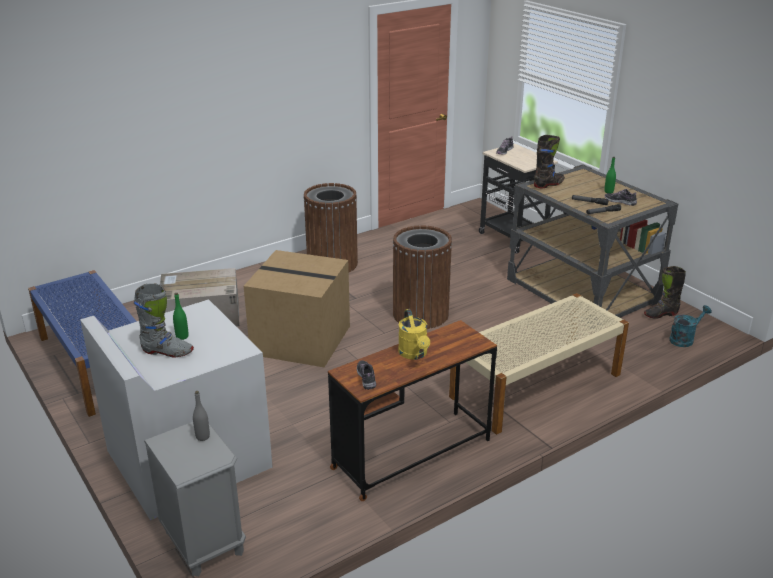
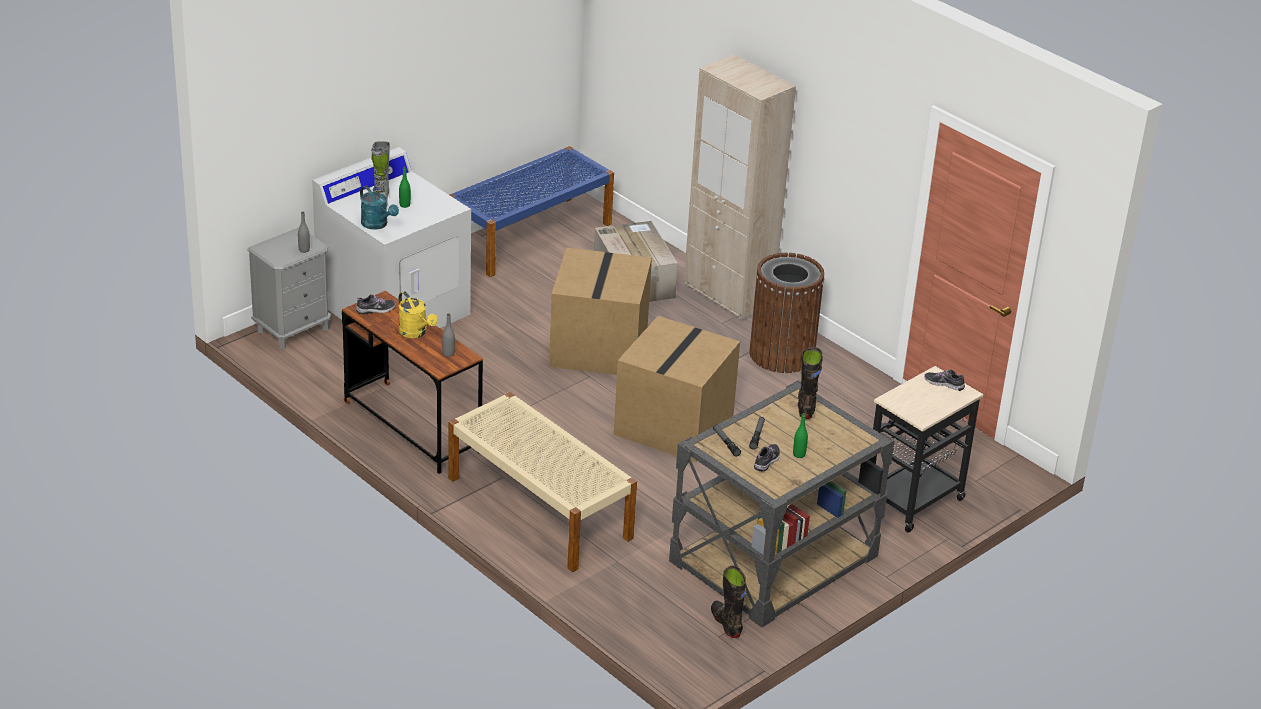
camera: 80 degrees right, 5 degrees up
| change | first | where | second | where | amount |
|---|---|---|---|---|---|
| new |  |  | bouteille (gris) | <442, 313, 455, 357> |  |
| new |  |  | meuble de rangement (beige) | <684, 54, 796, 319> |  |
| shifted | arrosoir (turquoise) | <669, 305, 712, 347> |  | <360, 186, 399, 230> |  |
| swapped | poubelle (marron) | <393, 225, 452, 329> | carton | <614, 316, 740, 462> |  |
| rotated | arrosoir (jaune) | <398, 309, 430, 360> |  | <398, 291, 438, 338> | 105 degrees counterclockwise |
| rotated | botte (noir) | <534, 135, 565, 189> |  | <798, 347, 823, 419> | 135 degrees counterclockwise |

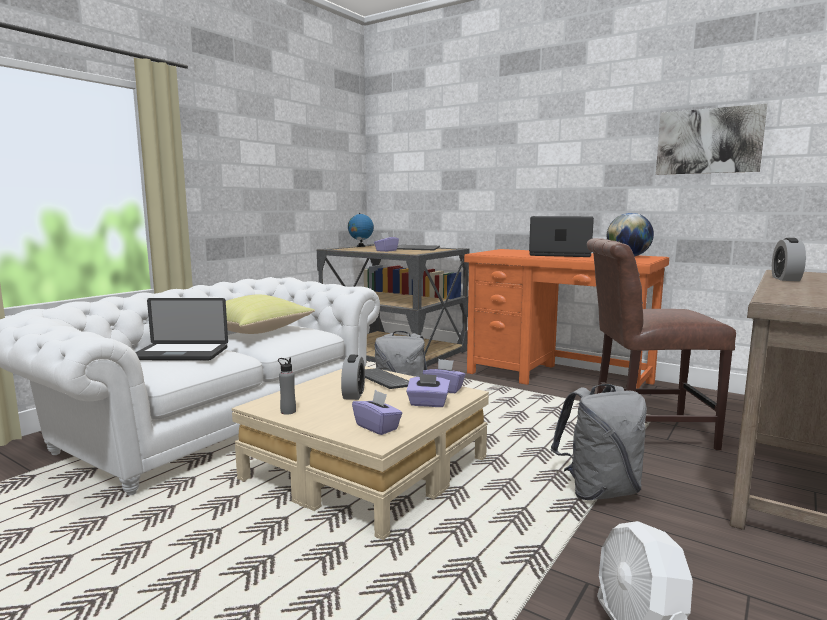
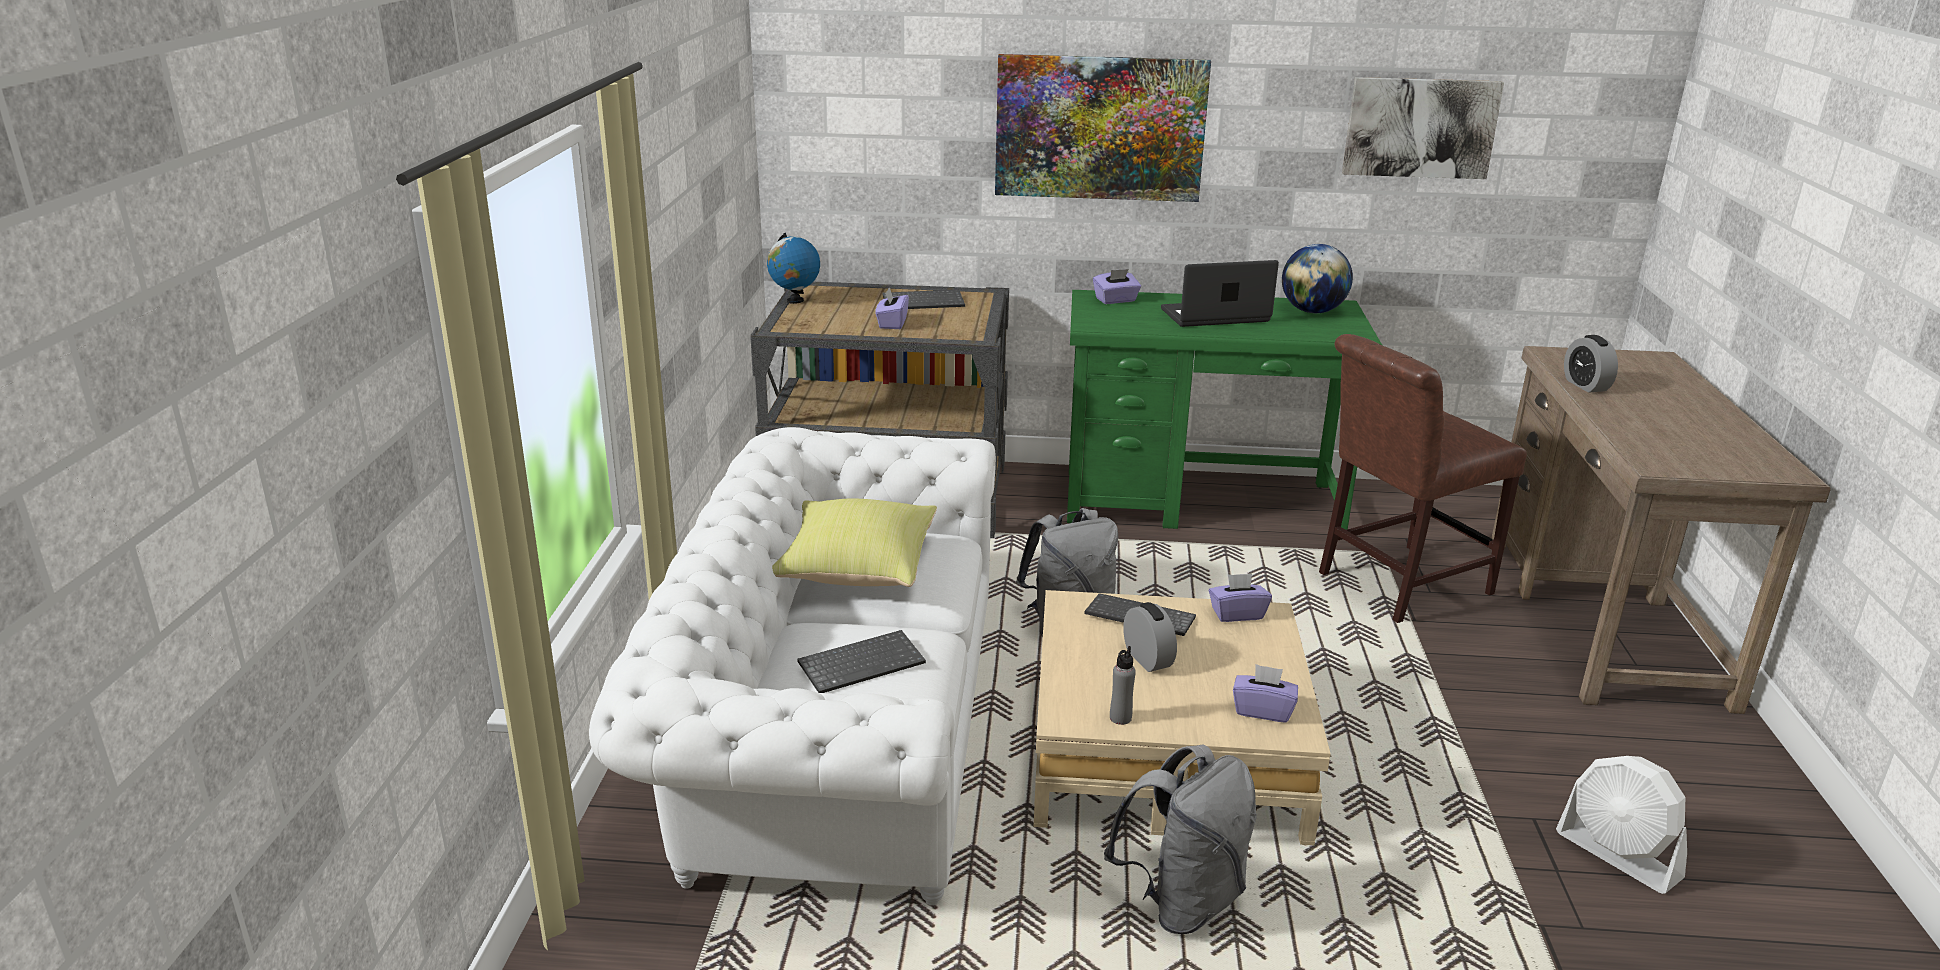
camera: 30 degrees left, 15 degrees up
| change | first | where | second | where | amount |
|---|---|---|---|---|---|
| new |  |  | tableau | <995, 54, 1211, 202> |  |
| shifted | boîte à mouchoirs (violet) | <406, 374, 450, 407> |  | <1093, 269, 1141, 304> |  |
| shifted | sac à dos (gris) | <551, 384, 647, 500> |  | <1104, 744, 1257, 934> |  |
| swapped | ordinateur portable | <135, 298, 228, 360> | clavier | <797, 630, 926, 693> |  |
| repainted | bureau (orange) | <464, 249, 669, 388> | bureau (vert) | <1067, 290, 1382, 530> |  |

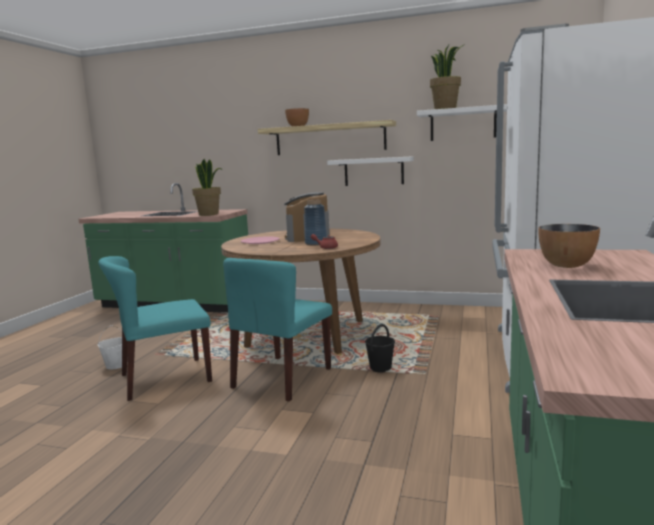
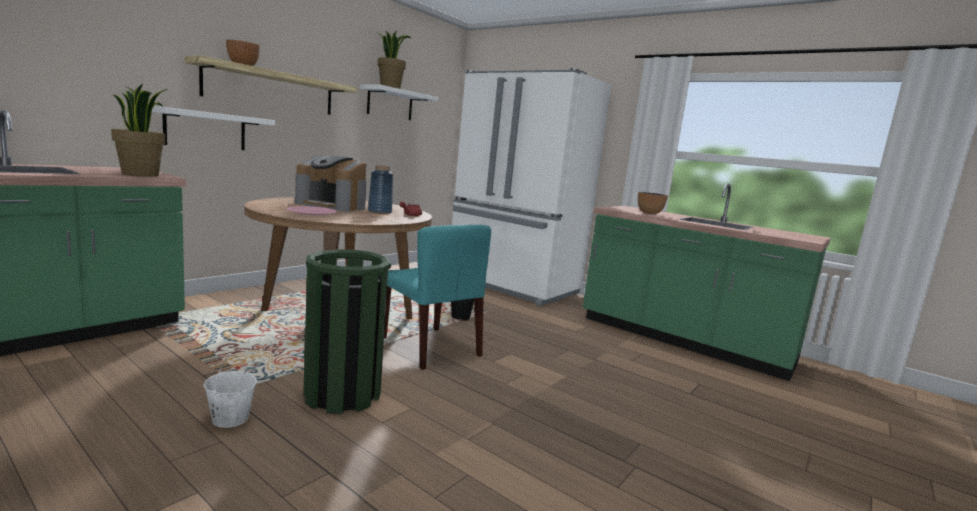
camera: 70 degrees left, 0 degrees up
| change | first | where | second | where | amount |
|---|---|---|---|---|---|
| shifted | étagère (blanc) | <327, 156, 414, 186> |  | <152, 106, 275, 150> |  |
| swapped | chaise (turquoise) | <98, 256, 212, 401> | poubelle (vert) | <303, 249, 391, 414> |  |

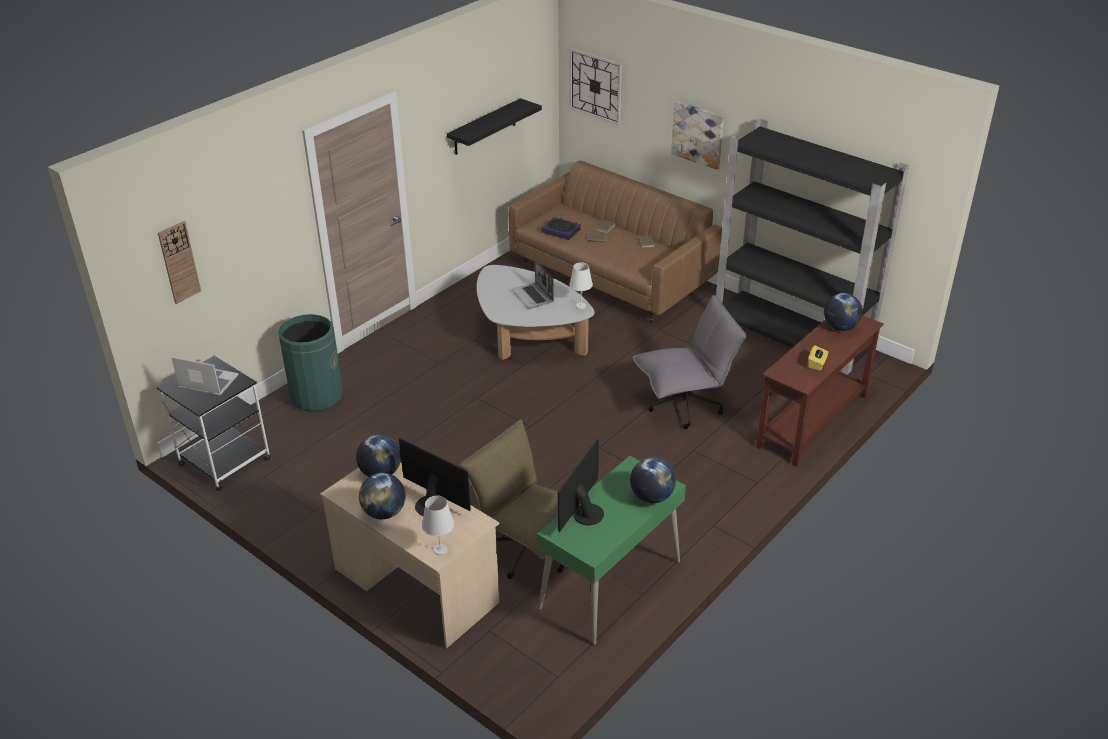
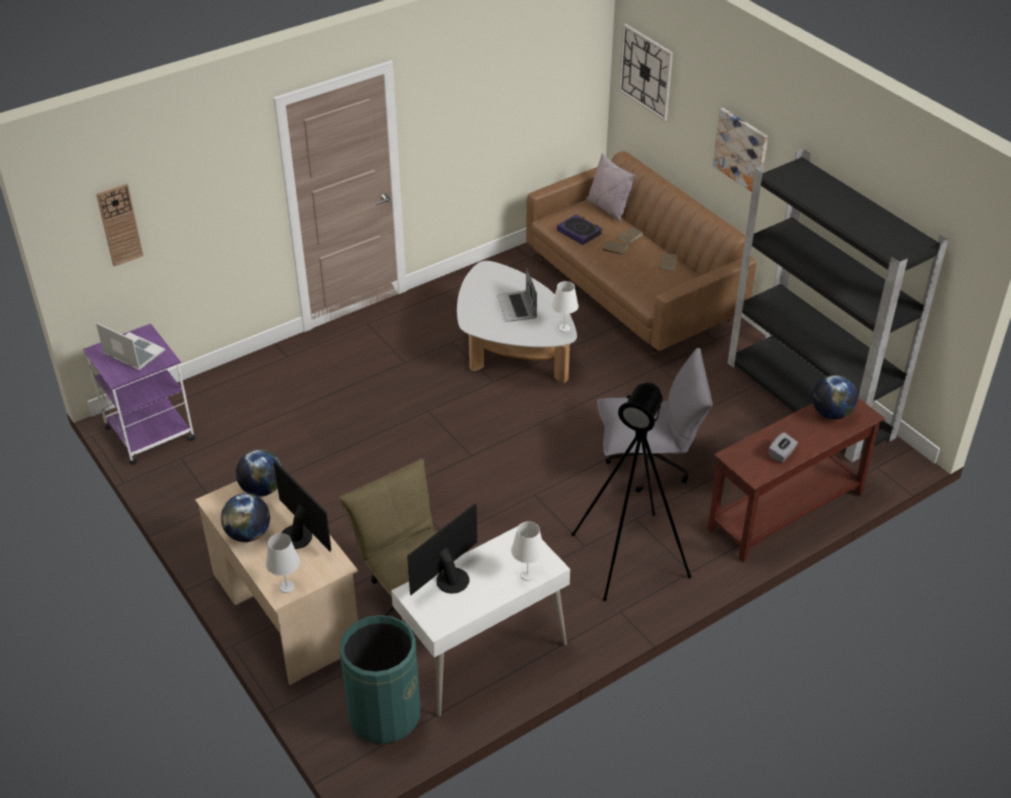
camera: 15 degrees right, 5 degrees up
| change | first | where | second | where | amount |
|---|---|---|---|---|---|
| gone | étagère (noir) | <447, 98, 542, 155> |  |  |  |
| new |  |  | lampadaire (noir) | <571, 383, 691, 601> |  |
| new |  |  | coussin (violet) | <586, 153, 636, 222> |  |
| shifted | poubelle (vert) | <278, 314, 343, 412> |  | <340, 615, 420, 744> |  |
| swapped | globe | <630, 457, 676, 503> | lampe de table (blanc) | <511, 521, 545, 581> |  |
| repainted | chariot (noir) | <156, 356, 271, 491> | chariot (violet) | <83, 323, 196, 465> |  |
| repainted | bureau (vert) | <537, 456, 686, 645> | bureau (blanc) | <391, 526, 570, 716> |  |
| repainted | boîte à mouchoirs (jaune) | <808, 345, 828, 371> | boîte à mouchoirs (gris) | <769, 432, 798, 463> |  |

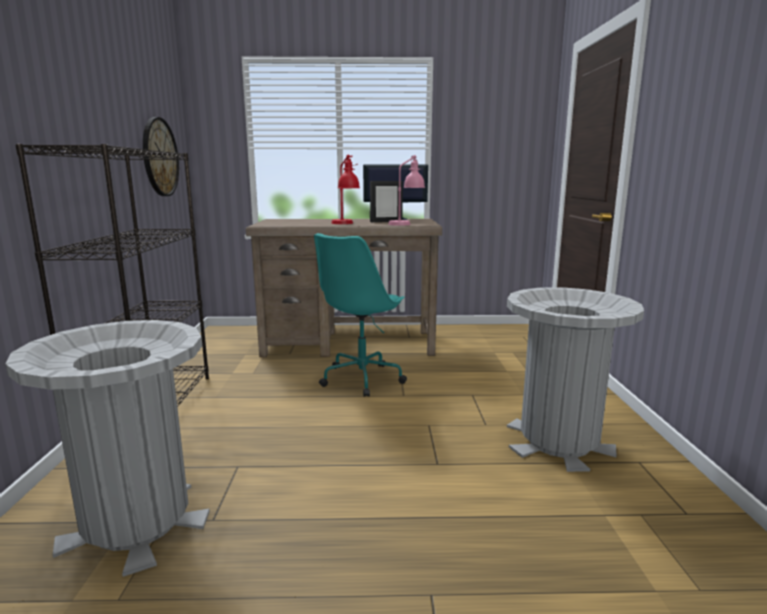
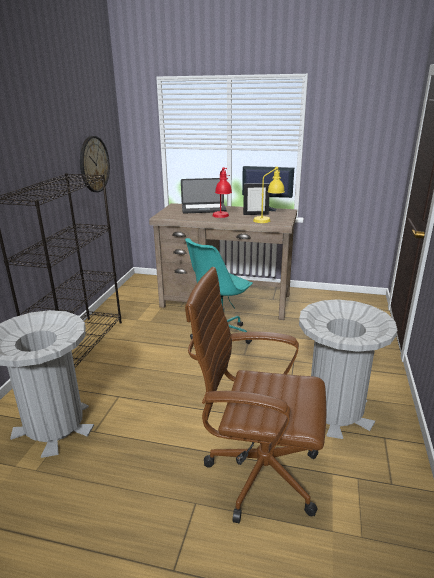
camera: 15 degrees right, 10 degrees up
| change | first | where | second | where | amount |
|---|---|---|---|---|---|
| new |  |  | ordinateur portable | <181, 178, 227, 214> |  |
| new |  |  | chaise de bureau (marron) | <185, 267, 326, 523> |  |
| repainted | lampe de table (rose) | <388, 155, 425, 226> | lampe de table (jaune) | <253, 167, 285, 223> |  |

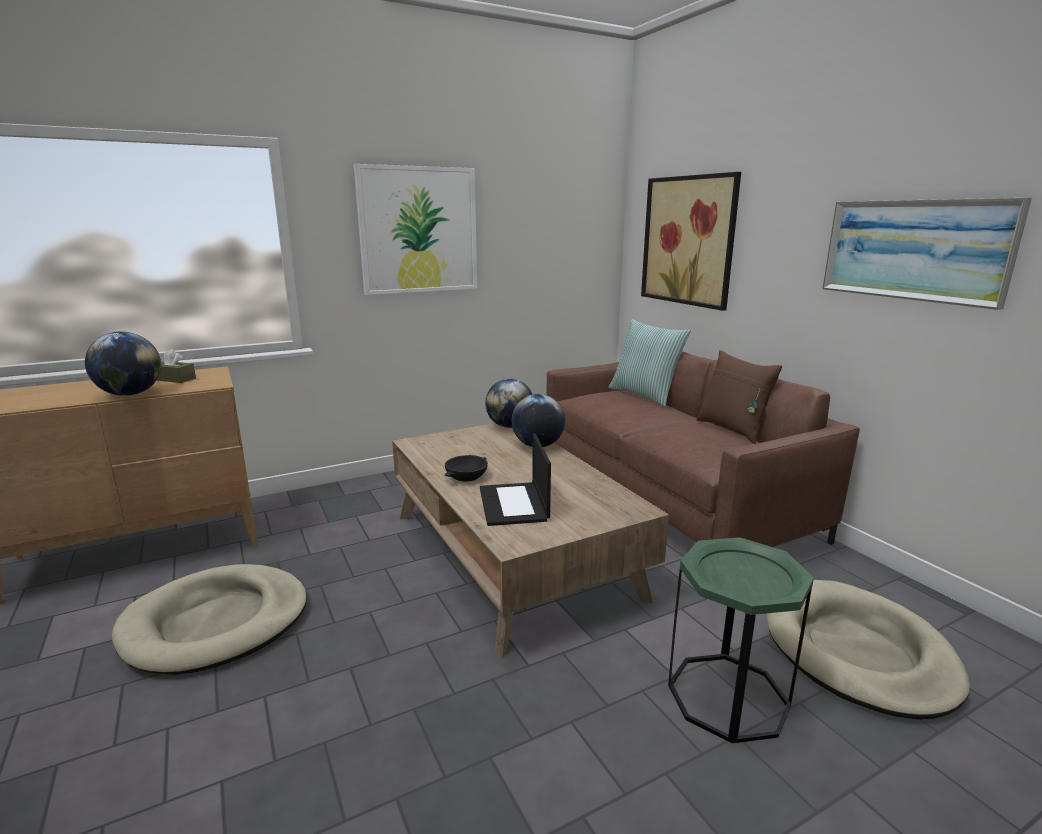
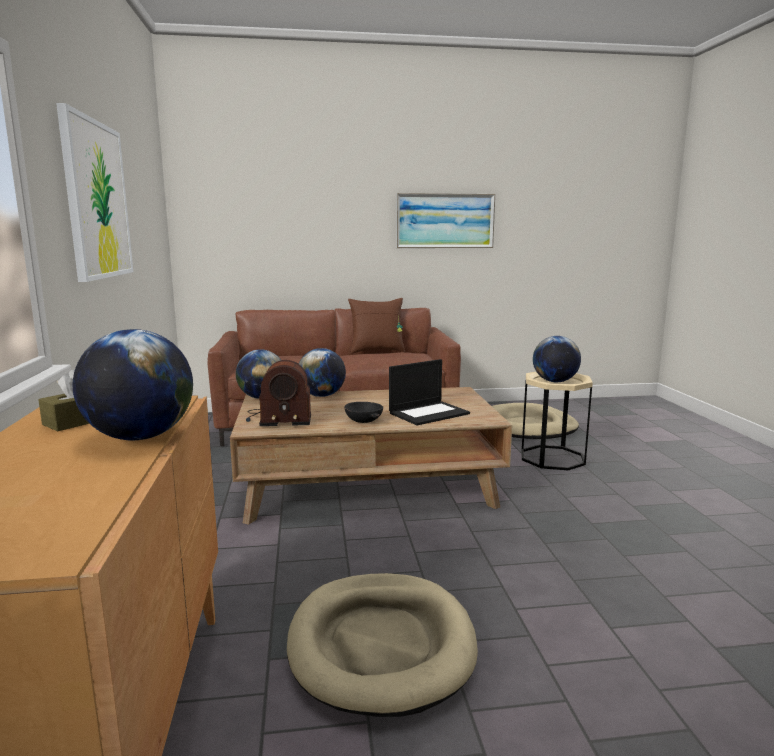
camera: 70 degrees left, 5 degrees down
| change | first | where | second | where | amount |
|---|---|---|---|---|---|
| gone | coussin | <609, 319, 691, 407> |  |  |  |
| gone | tableau | <641, 172, 741, 311> |  |  |  |
| new |  |  | radio | <246, 360, 311, 426> |  |
| new |  |  | globe | <533, 336, 581, 382> |  |
| repainted | table d'appoint (vert) | <668, 537, 814, 743> | table d'appoint (beige) | <521, 372, 593, 470> |  |
| rotated | ordinateur portable | <480, 433, 551, 526> |  | <389, 359, 470, 425> | 45 degrees counterclockwise |

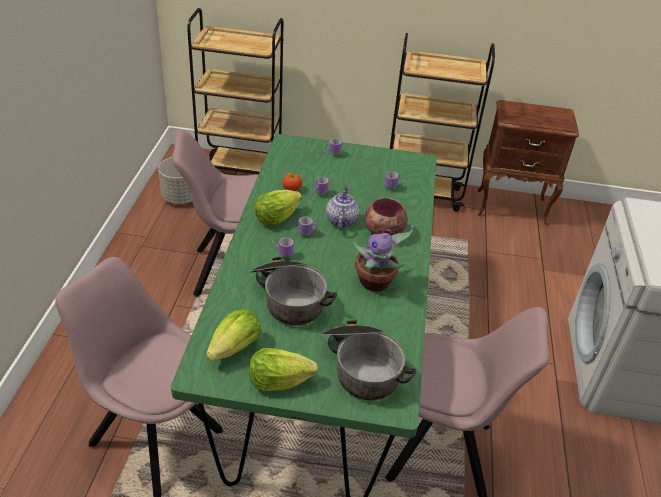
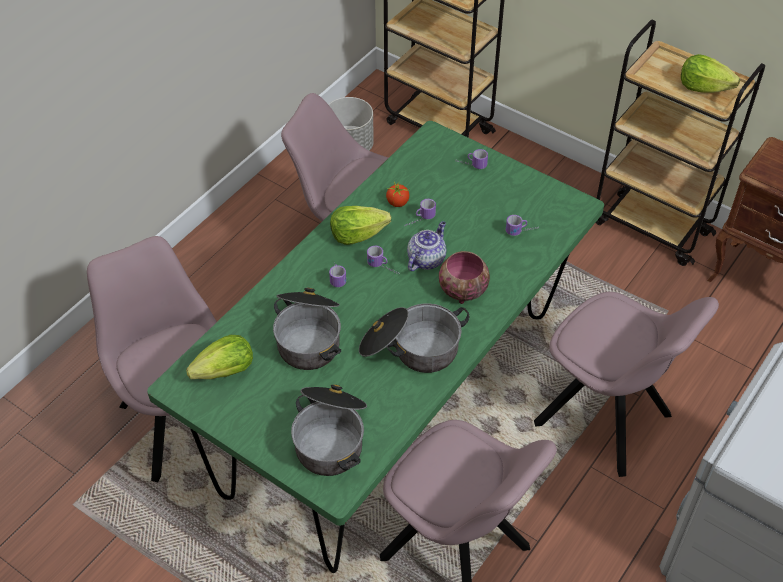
camera: 30 degrees right, 10 degrees up
| change | first | where | second | where | amount |
|---|---|---|---|---|---|
| new |  |  | chaise (rose) | <534, 292, 719, 477> |  |
| shifted | laitue | <249, 348, 318, 391> |  | <681, 54, 740, 93> |  |
| swapped | plante en pot | <353, 225, 413, 292> | marmite | <359, 303, 469, 373> |  |

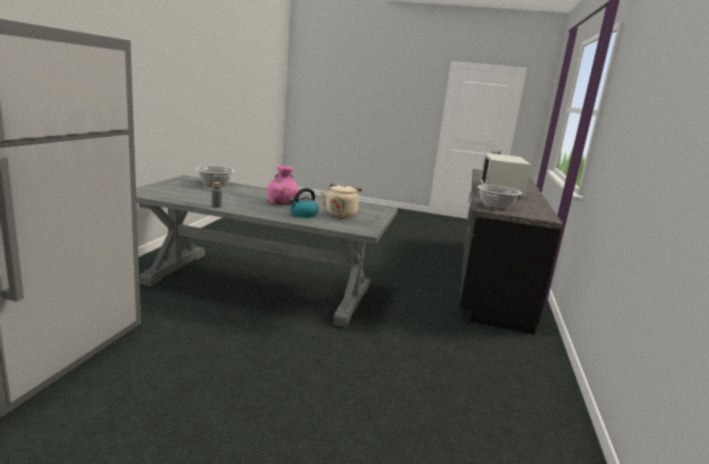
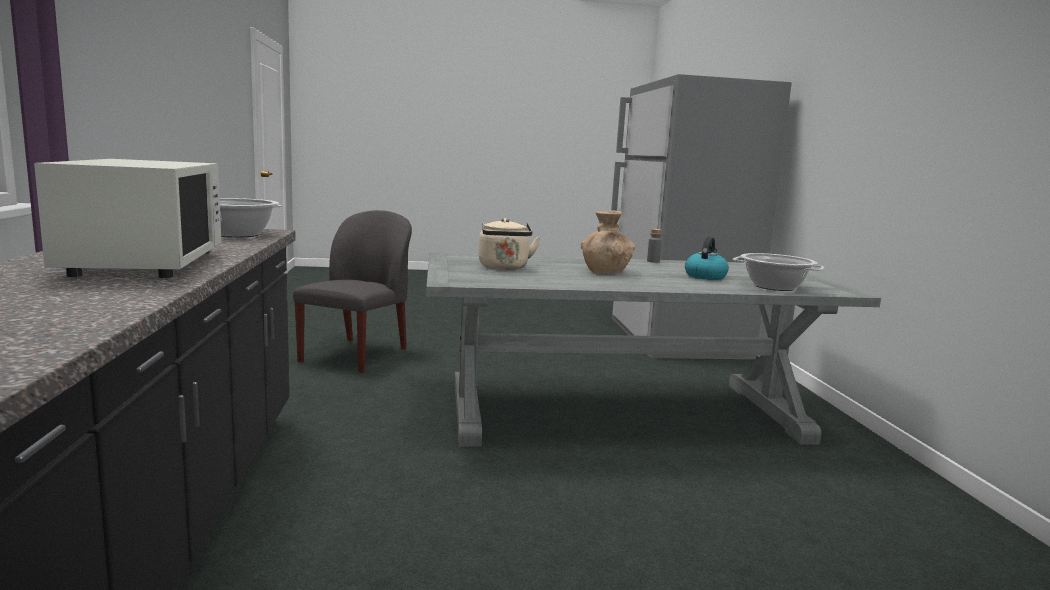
camera: 160 degrees right, 5 degrees down
| change | first | where | second | where | amount |
|---|---|---|---|---|---|
| new |  |  | chaise (gris) | <293, 210, 412, 373> |  |
| shifted | bouilloire | <289, 188, 319, 218> |  | <685, 236, 729, 280> |  |
| repainted | vase (rose) | <267, 165, 299, 205> | vase (marron) | <581, 211, 635, 274> |  |

